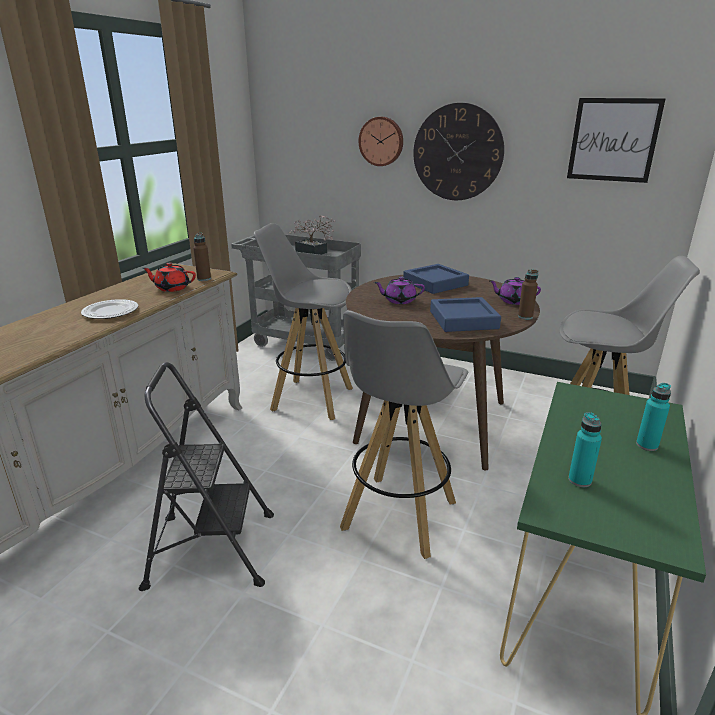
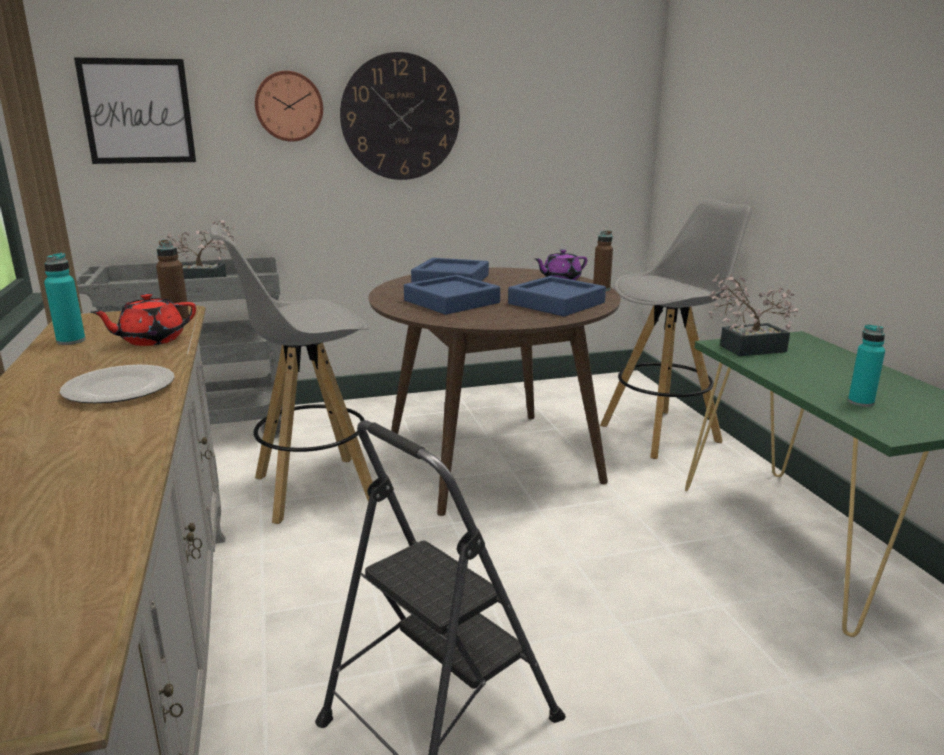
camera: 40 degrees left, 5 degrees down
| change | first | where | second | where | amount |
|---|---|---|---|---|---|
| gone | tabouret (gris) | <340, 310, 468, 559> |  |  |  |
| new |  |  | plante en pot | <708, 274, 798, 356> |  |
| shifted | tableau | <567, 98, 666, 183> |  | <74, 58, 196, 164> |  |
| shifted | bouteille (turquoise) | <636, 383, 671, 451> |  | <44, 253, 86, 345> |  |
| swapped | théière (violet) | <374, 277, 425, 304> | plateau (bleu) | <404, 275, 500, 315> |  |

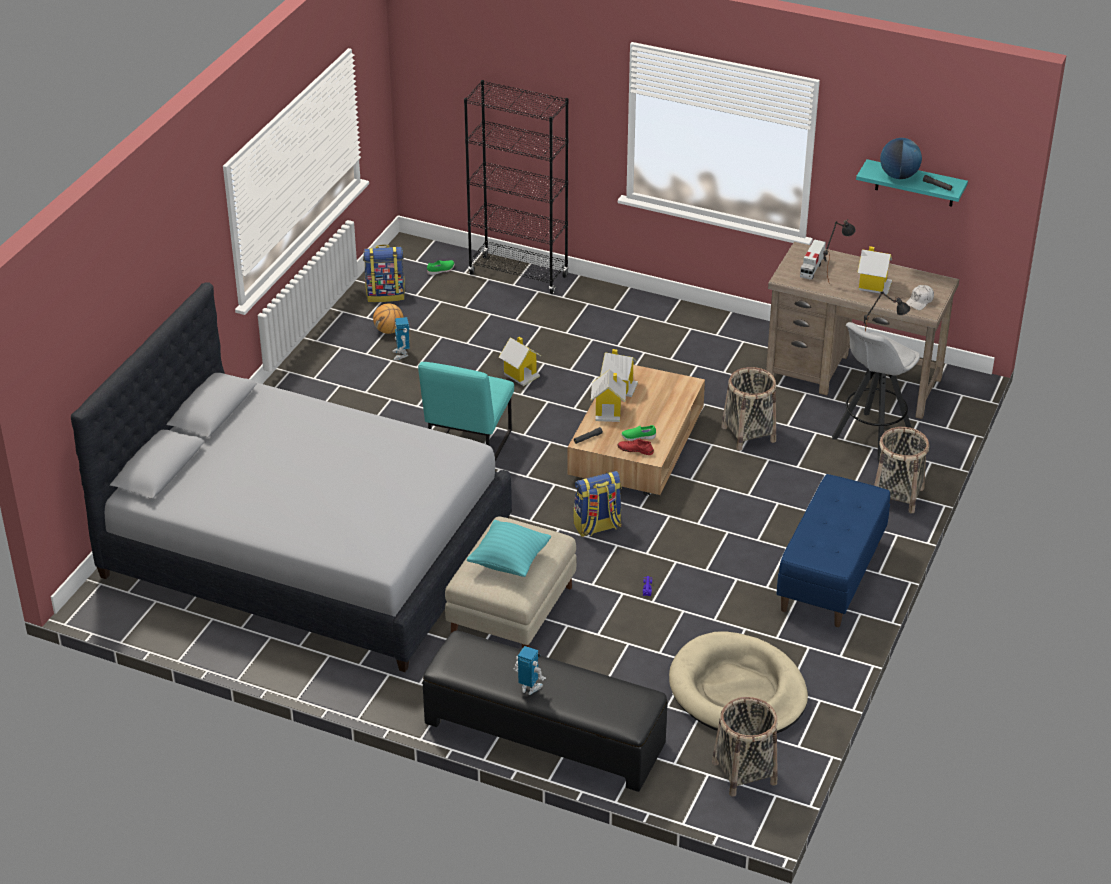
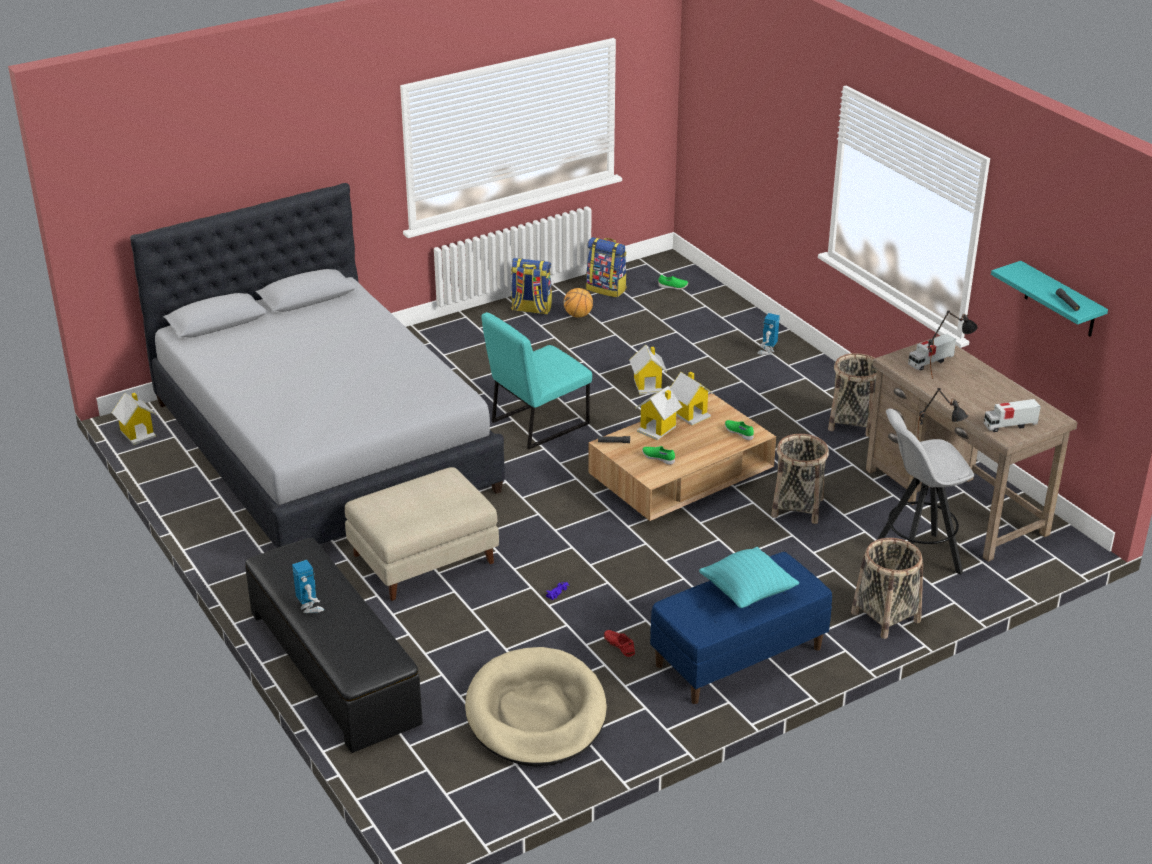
camera: 35 degrees right, 5 degrees down
| change | first | where | second | where | amount |
|---|---|---|---|---|---|
| gone | bibliothèque (noir) | <464, 80, 569, 294> |  |  |  |
| gone | globe | <880, 138, 922, 179> |  |  |  |
| new |  |  | chaussure (vert) | <725, 420, 754, 440> |  |
| shifted | robot jouet | <392, 317, 410, 360> |  | <757, 313, 780, 355> |  |
| shifted | coussin (turquoise) | <467, 520, 551, 577> |  | <699, 547, 799, 608> |  |
| shifted | sac à dos | <573, 471, 622, 537> |  | <511, 258, 552, 315> |  |
| shifted | chaussure (rouge) | <617, 438, 654, 455> |  | <604, 630, 635, 657> |  |
| shifted | panier | <712, 697, 778, 797> |  | <828, 353, 877, 437> |  |
| shifted | maison miniature | <857, 246, 892, 295> |  | <112, 393, 156, 445> |  |
| swapped | casquette (blanc) | <906, 285, 934, 310> | camion jouet | <984, 399, 1041, 432> |  |

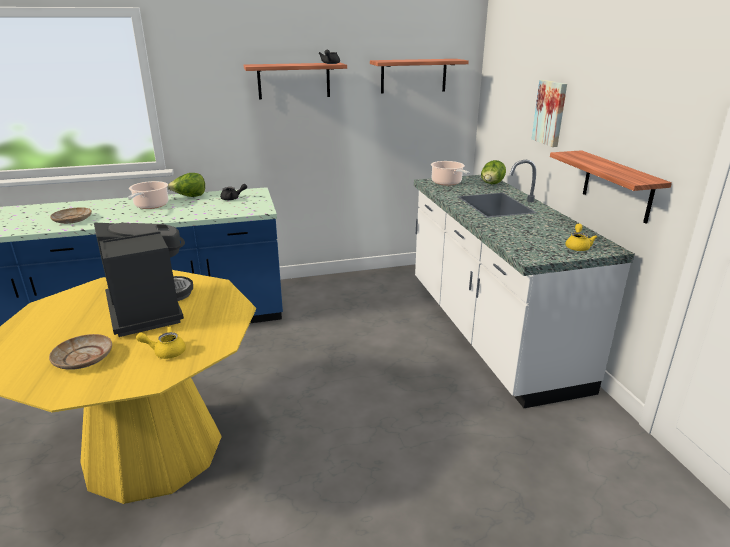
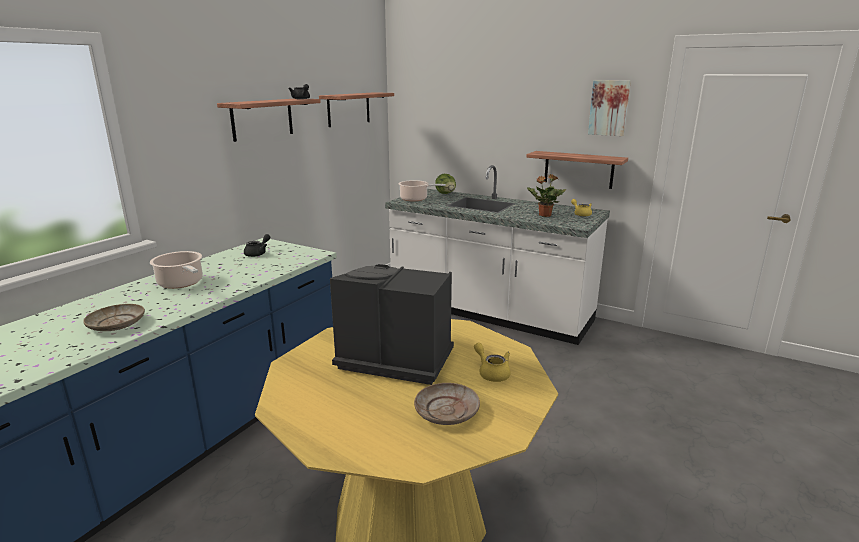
camera: 45 degrees left, 5 degrees down
| change | first | where | second | where | amount |
|---|---|---|---|---|---|
| gone | laitue | <167, 173, 205, 197> |  |  |  |
| new |  |  | plante en pot | <527, 174, 566, 217> |  |
| shifted | tableau | <532, 80, 567, 147> |  | <588, 80, 631, 136> |  |
| rotated | théière (jaune) | <136, 326, 186, 359> |  | <474, 343, 511, 382> | 105 degrees clockwise |

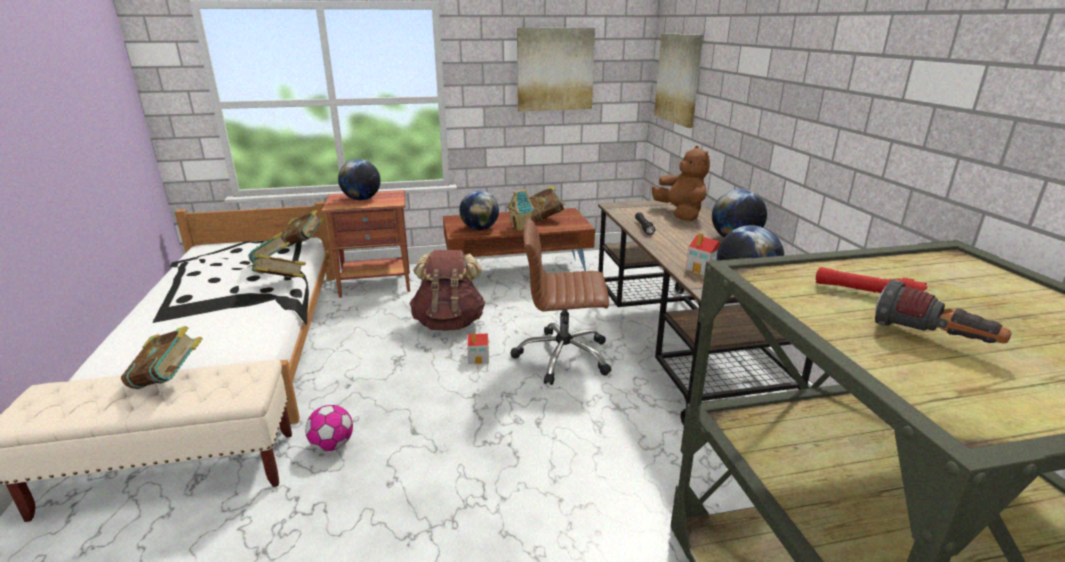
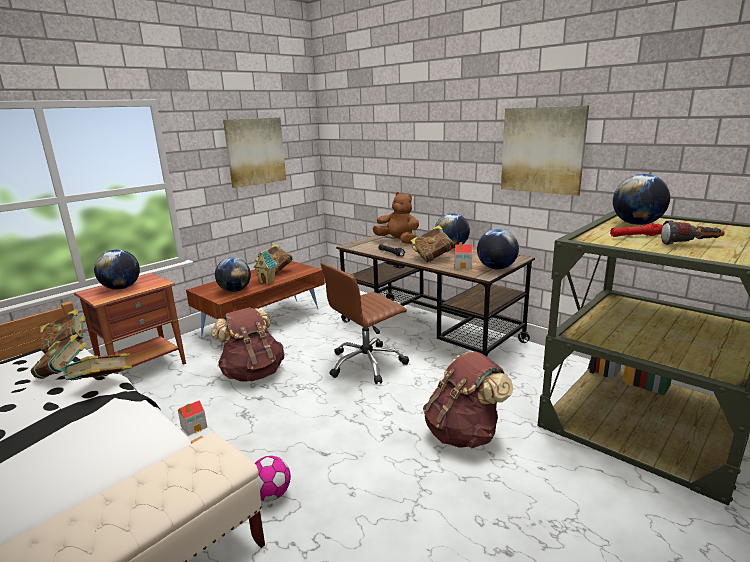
camera: 35 degrees left, 5 degrees down
| change | first | where | second | where | amount |
|---|---|---|---|---|---|
| new |  |  | sac à dos (marron) | <423, 351, 514, 448> |  |
| new |  |  | globe | <613, 174, 670, 225> |  |
| shifted | livre | <121, 326, 203, 389> |  | <410, 225, 455, 263> |  |
| shifted | maison miniature | <467, 333, 489, 364> |  | <178, 400, 207, 436> |  |
| shifted | tableau | <654, 33, 703, 128> |  | <501, 105, 589, 196> |  |

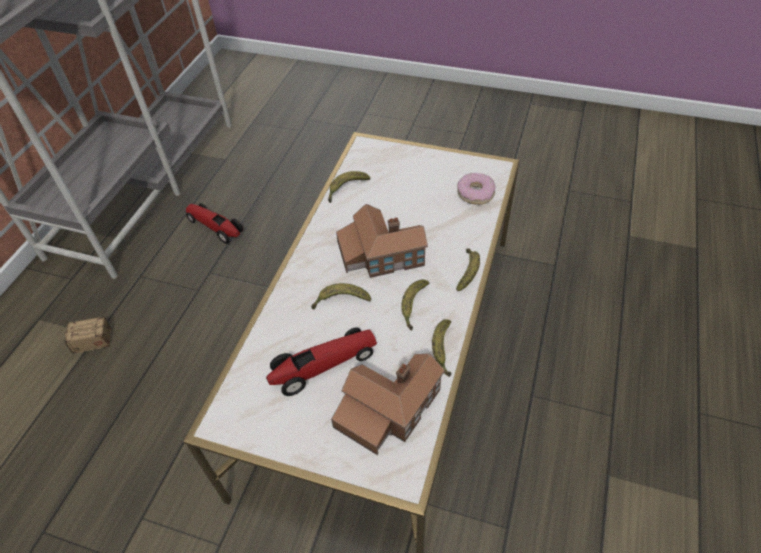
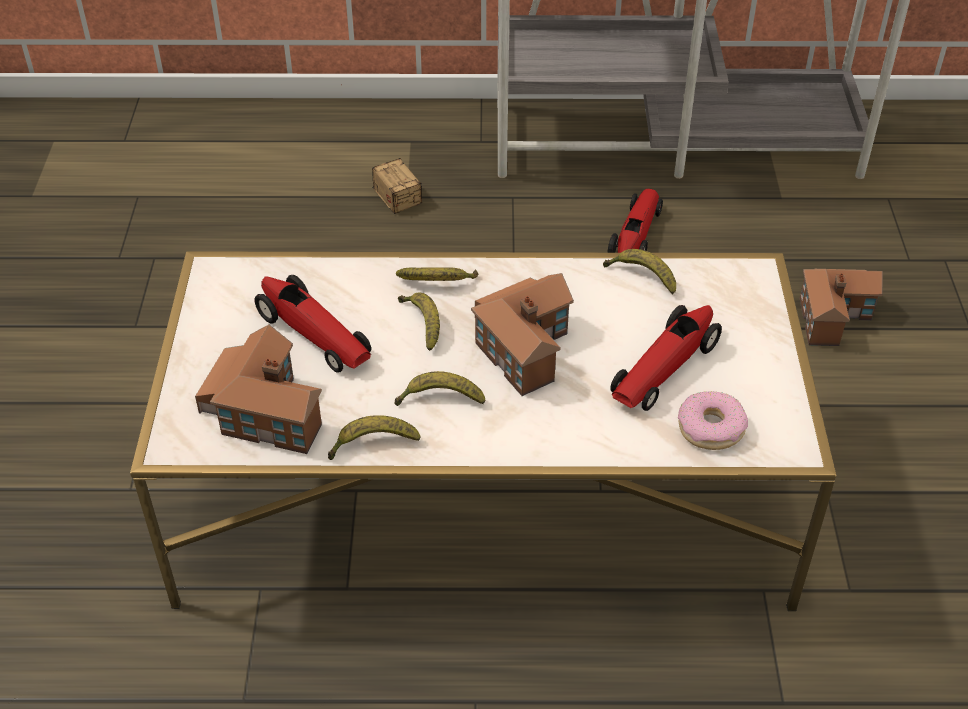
camera: 70 degrees right, 5 degrees down
| change | first | where | second | where | amount |
|---|---|---|---|---|---|
| new |  |  | petite voiture | <610, 305, 722, 411> |  |
| new |  |  | maison miniature | <800, 269, 883, 346> |  |
| shifted | banane | <456, 248, 480, 291> |  | <396, 267, 478, 281> |  |

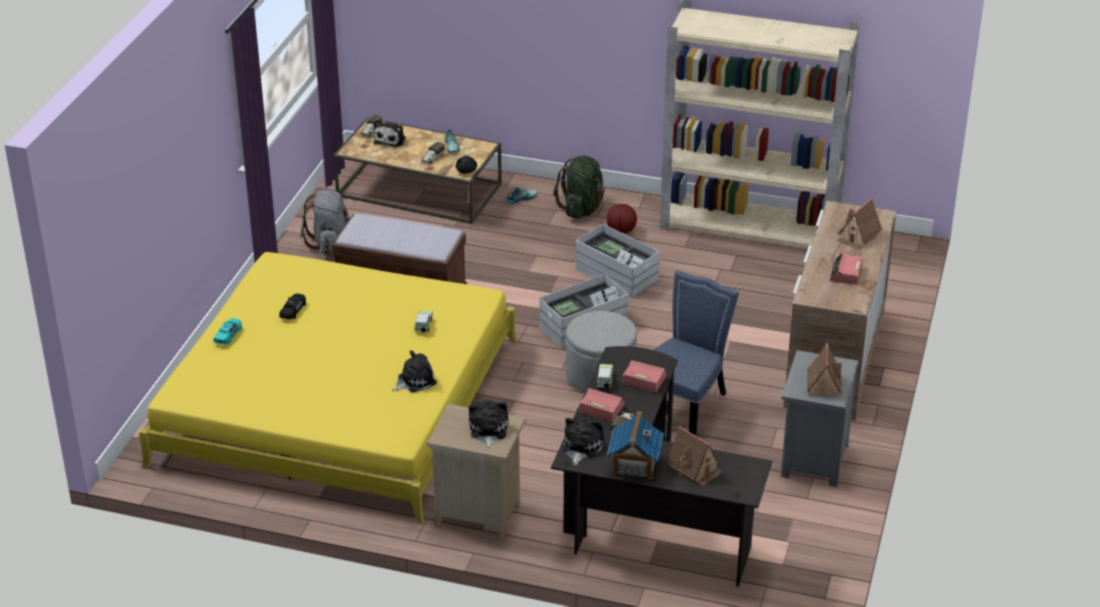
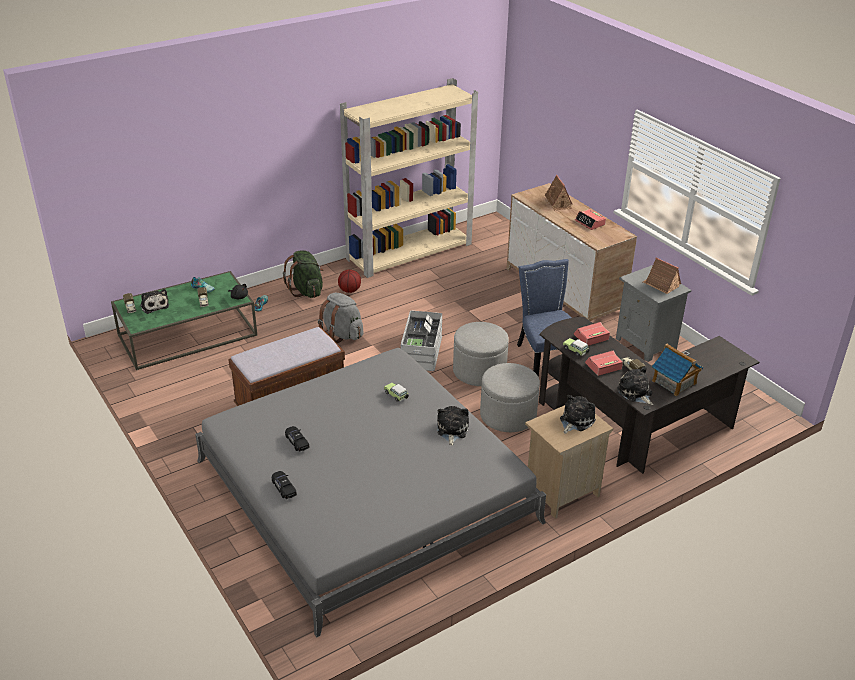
camera: 50 degrees left, 0 degrees up
| change | first | where | second | where | amount |
|---|---|---|---|---|---|
| gone | boîte de rangement (gris) | <575, 224, 660, 298> |  |  |  |
| gone | maison miniature | <666, 426, 723, 486> |  |  |  |
| new |  |  | pouf (gris) | <480, 363, 540, 432> |  |
| shifted | sac à dos (gris) | <301, 190, 350, 255> |  | <318, 293, 363, 343> |  |
| repainted | lit (jaune) | <139, 252, 518, 524> | lit (gris) | <195, 348, 546, 637> |  |
| repainted | petite voiture (turquoise) | <214, 318, 242, 345> | petite voiture (noir) | <271, 471, 297, 499> |  |
| repainted | table basse (marron) | <333, 117, 502, 224> | table basse (vert) | <111, 271, 257, 370> |  |
| rotated | peluche | <469, 400, 509, 449> |  | <560, 395, 596, 434> | 90 degrees clockwise |

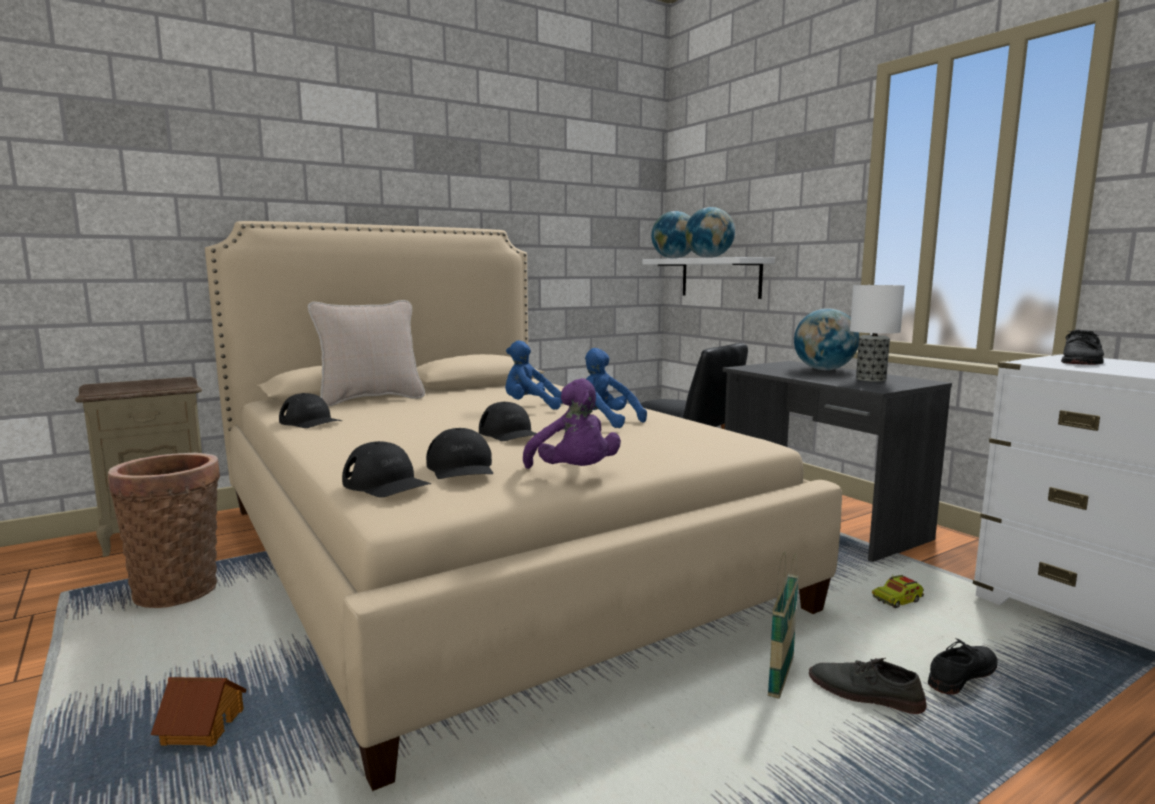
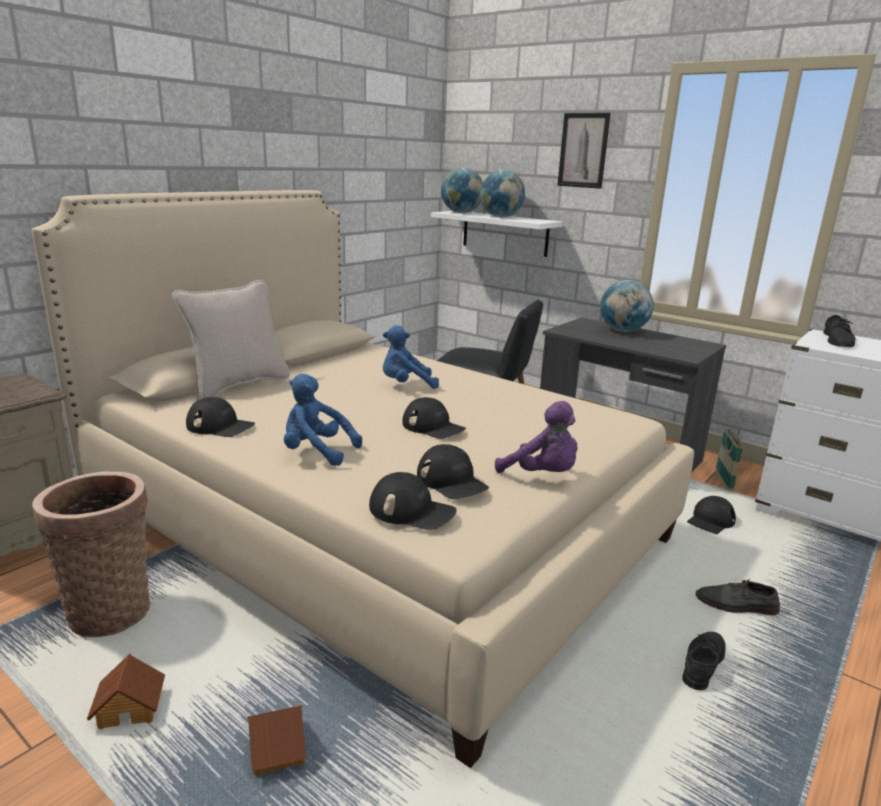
camera: 20 degrees left, 10 degrees up
| change | first | where | second | where | amount |
|---|---|---|---|---|---|
| gone | lampe de table | <850, 285, 905, 382> |  |  |  |
| new |  |  | maison miniature | <87, 654, 165, 729> |  |
| new |  |  | tableau | <557, 113, 611, 189> |  |
| shifted | peluche (bleu) | <585, 348, 647, 428> |  | <284, 374, 362, 466> |  |
| shifted | panier | <768, 551, 799, 699> |  | <715, 415, 744, 491> |  |
| shifted | chaussure (noir) | <928, 638, 998, 695> |  | <682, 632, 726, 690> |  |
| swapped | camion jouet | <872, 575, 924, 608> | casquette (noir) | <687, 496, 736, 534> |  |

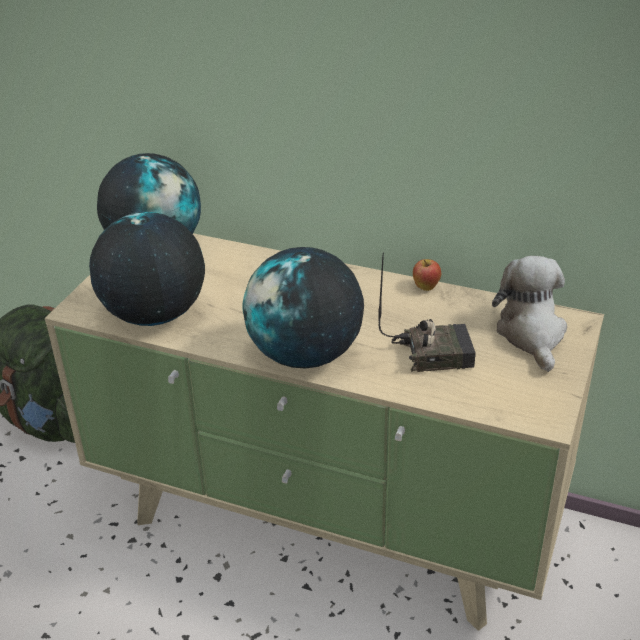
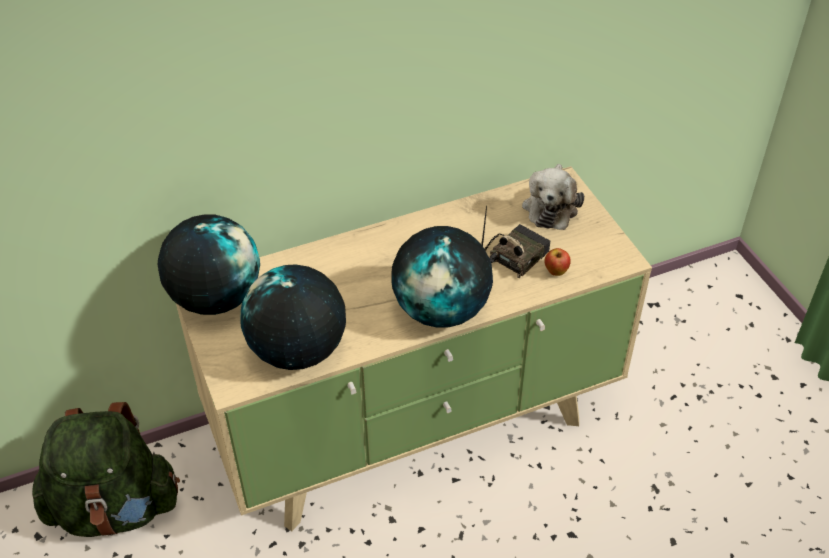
camera: 45 degrees left, 10 degrees up
| change | first | where | second | where | amount |
|---|---|---|---|---|---|
| shifted | pomme | <413, 259, 441, 291> |  | <544, 248, 571, 276> |  |
| rotated | peluche | <492, 256, 567, 372> |  | <522, 164, 584, 230> | 120 degrees counterclockwise |

